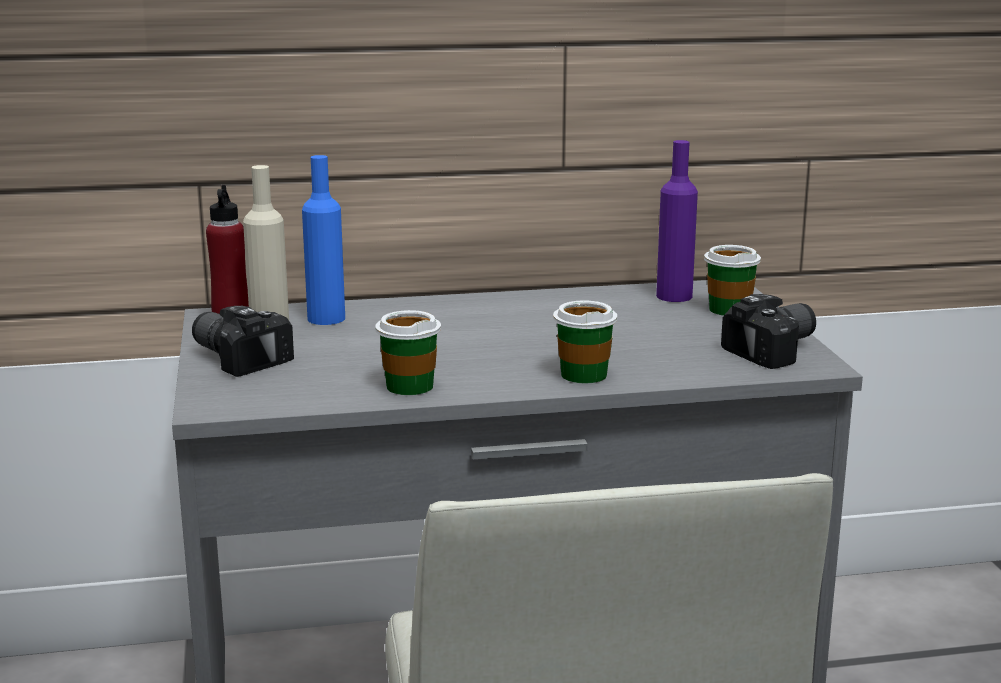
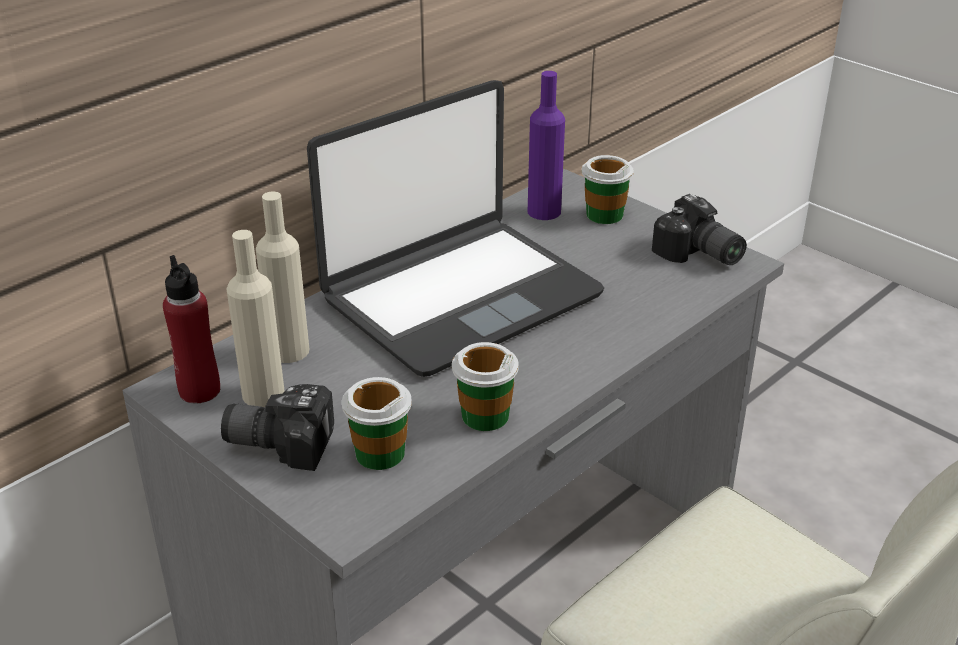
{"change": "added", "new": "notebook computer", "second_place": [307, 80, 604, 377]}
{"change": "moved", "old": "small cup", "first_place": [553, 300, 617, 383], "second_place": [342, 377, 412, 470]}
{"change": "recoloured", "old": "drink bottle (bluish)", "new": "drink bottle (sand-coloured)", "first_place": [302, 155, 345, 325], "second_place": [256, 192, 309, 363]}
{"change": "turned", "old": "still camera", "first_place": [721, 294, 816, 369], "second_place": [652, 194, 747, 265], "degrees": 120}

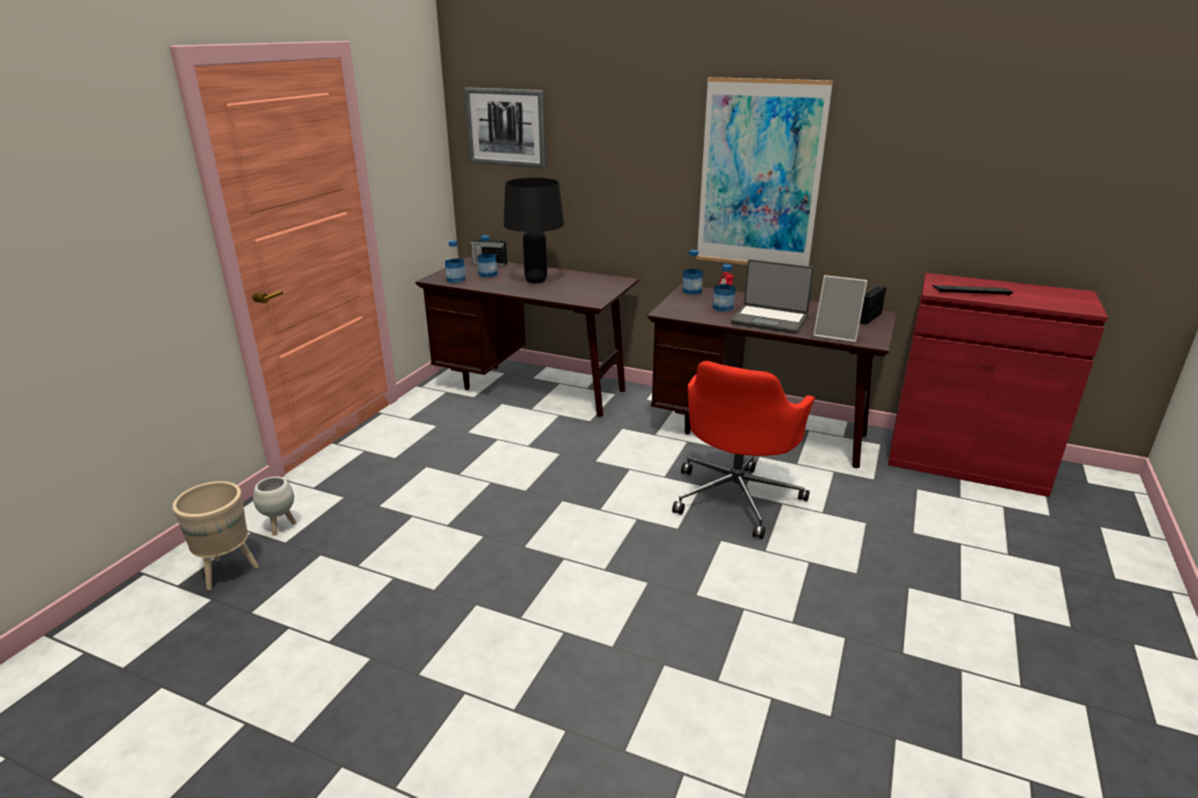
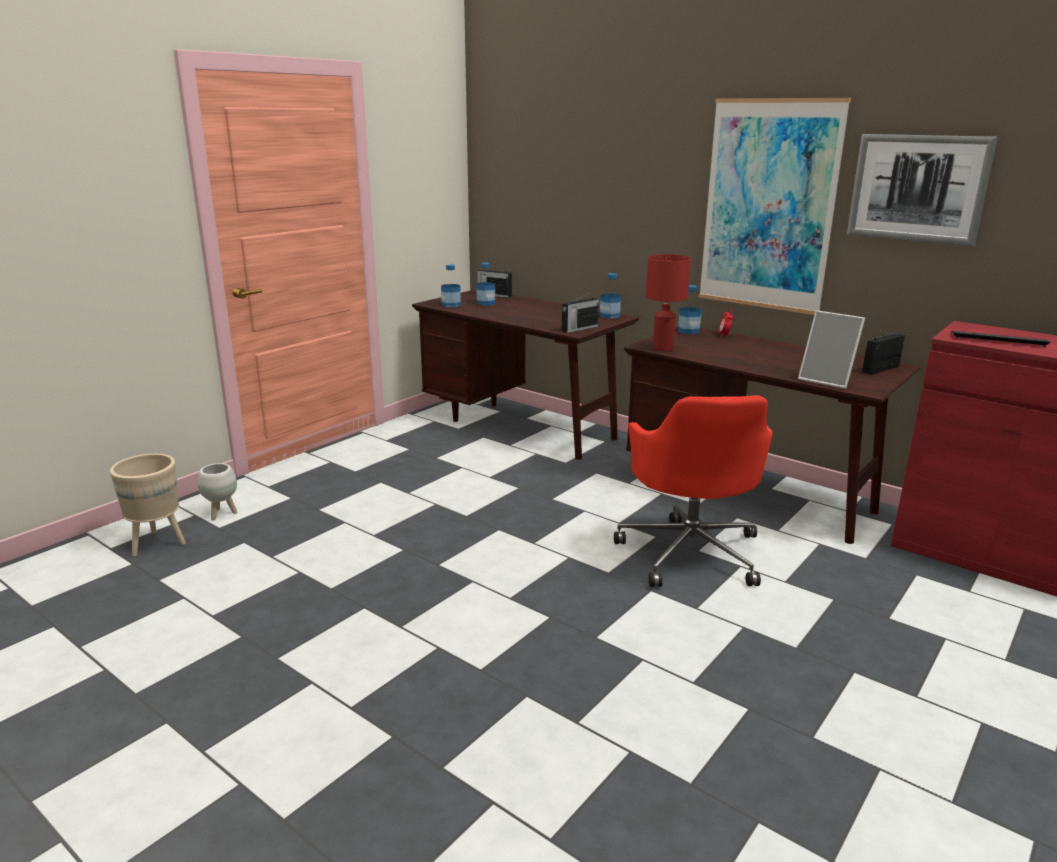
{"change": "removed", "old": "tabletop lamp (black)", "first_place": [504, 177, 564, 283]}
{"change": "removed", "old": "notebook computer", "first_place": [731, 259, 814, 334]}
{"change": "added", "new": "radio", "second_place": [562, 292, 599, 333]}
{"change": "added", "new": "tabletop lamp (red)", "second_place": [646, 254, 691, 352]}
{"change": "moved", "old": "wall picture", "first_place": [464, 87, 546, 168], "second_place": [847, 134, 998, 247]}
{"change": "moved", "old": "drink bottle", "first_place": [713, 264, 736, 311], "second_place": [600, 273, 621, 319]}
{"change": "turned", "old": "computer chair (red)", "first_place": [672, 361, 815, 539], "second_place": [614, 395, 772, 587], "degrees": -45}

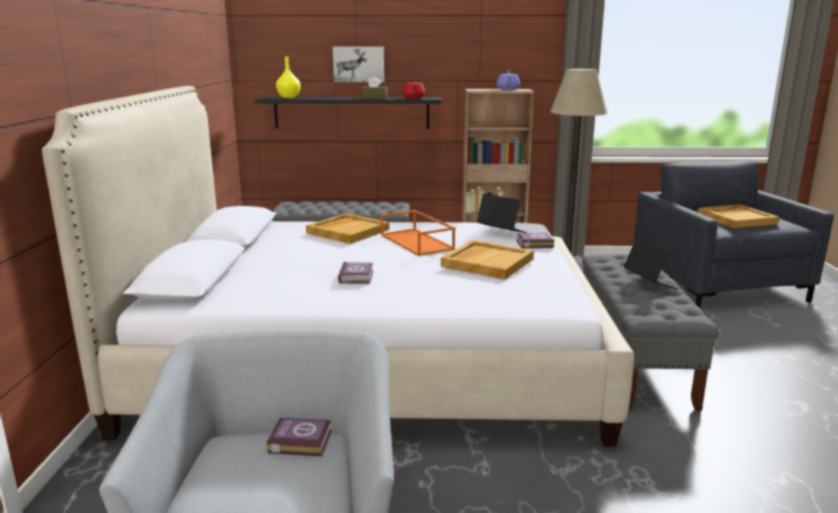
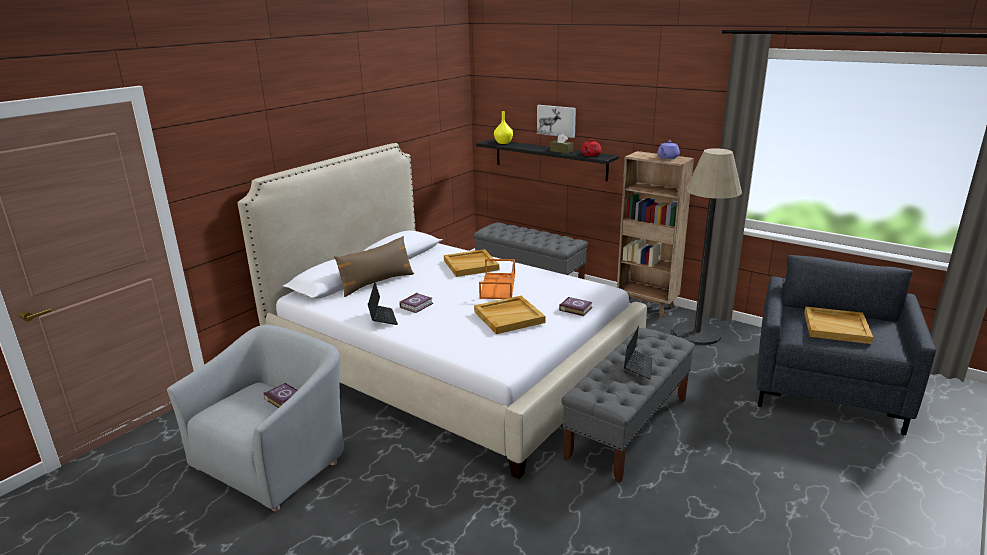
{"change": "added", "new": "pillow (brown)", "second_place": [334, 236, 414, 297]}
{"change": "moved", "old": "notebook computer", "first_place": [477, 194, 527, 233], "second_place": [368, 282, 398, 325]}

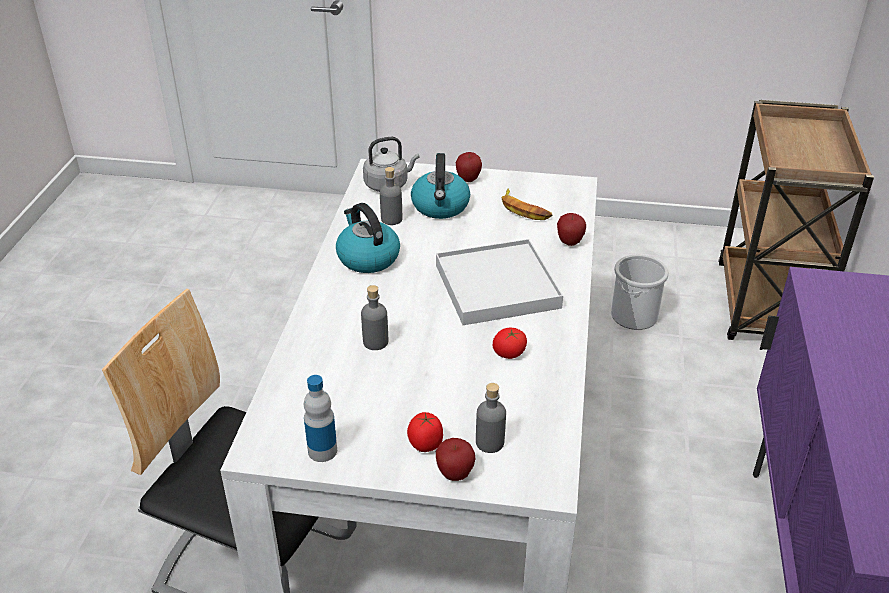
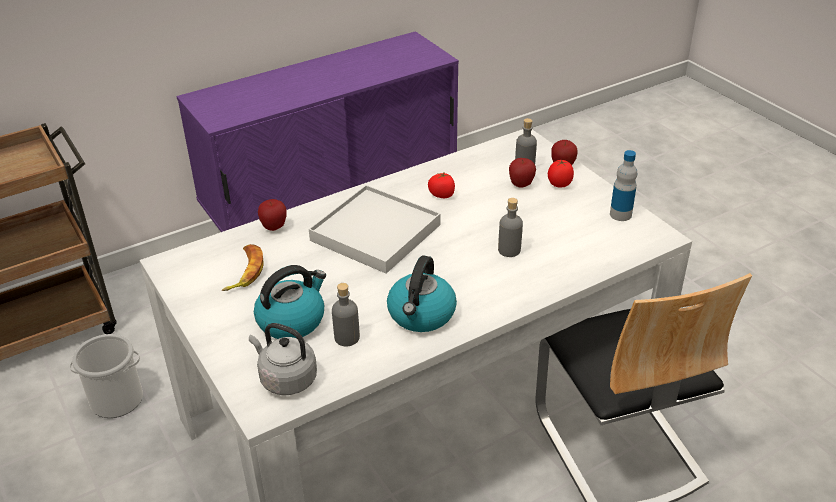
{"change": "moved", "old": "apple", "first_place": [456, 152, 482, 182], "second_place": [509, 158, 536, 188]}

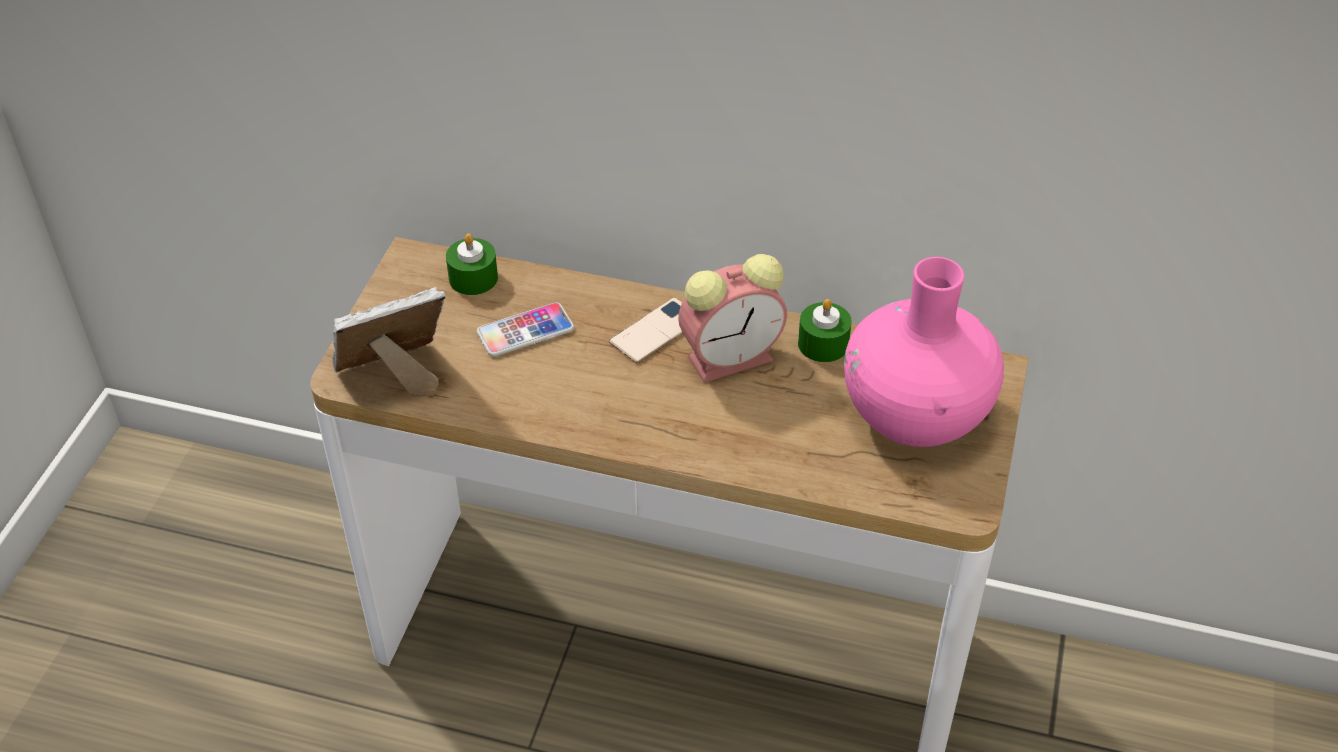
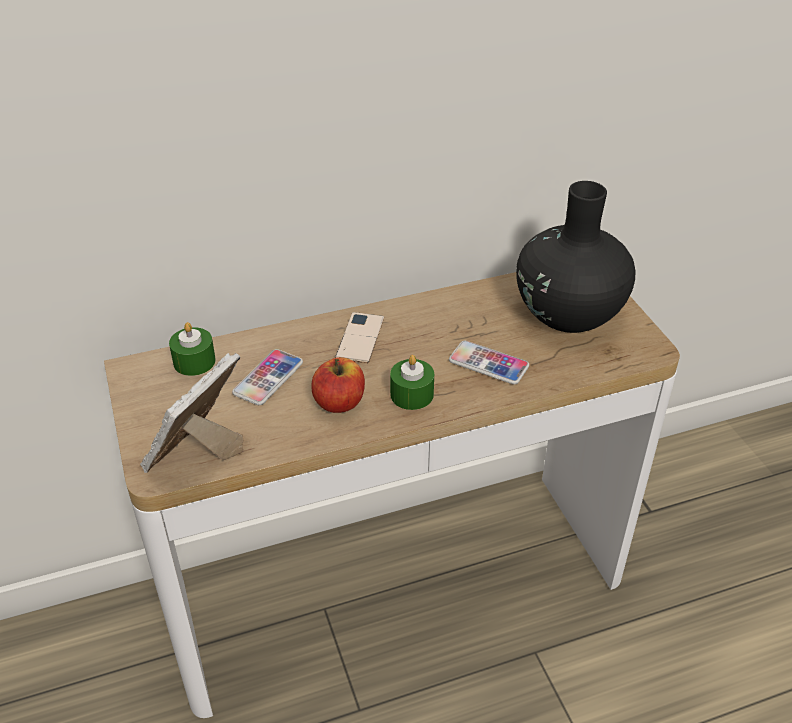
{"change": "removed", "old": "alarm clock", "first_place": [678, 254, 787, 383]}
{"change": "added", "new": "apple", "second_place": [311, 357, 365, 413]}
{"change": "added", "new": "telephone", "second_place": [449, 341, 529, 385]}
{"change": "moved", "old": "wax candle (green-coloured)", "first_place": [798, 299, 852, 362], "second_place": [390, 355, 434, 410]}
{"change": "recoloured", "old": "flower vase (pink)", "new": "flower vase (black)", "first_place": [844, 257, 1004, 447], "second_place": [516, 181, 635, 333]}

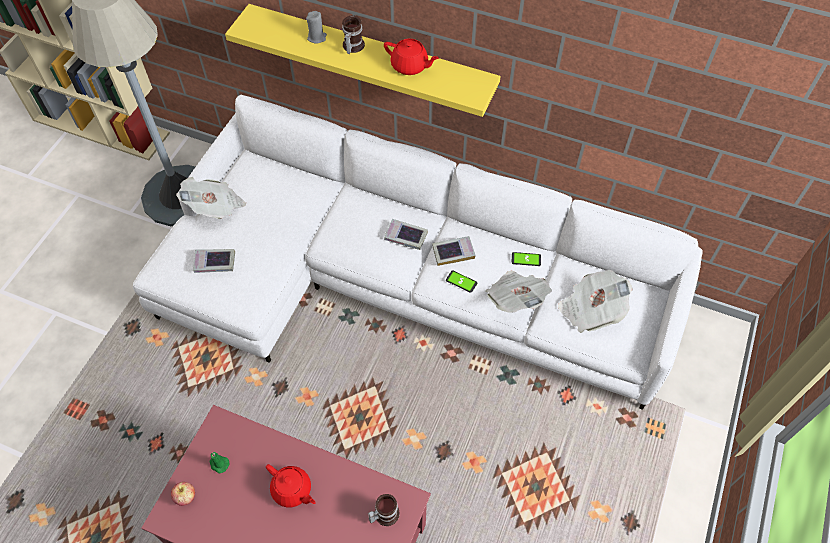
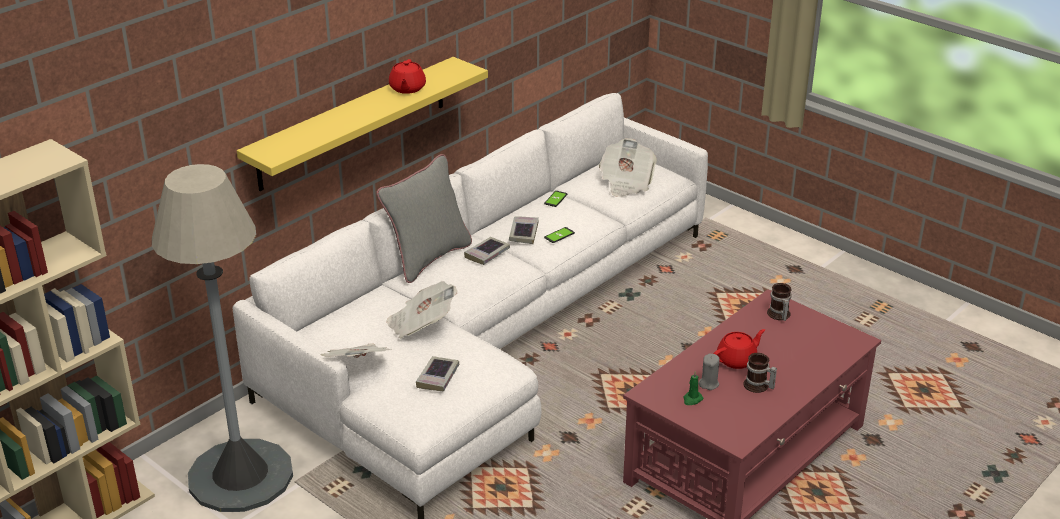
{"change": "removed", "old": "apple", "first_place": [171, 482, 195, 506]}
{"change": "added", "new": "pillow (grey)", "second_place": [376, 154, 472, 283]}
{"change": "moved", "old": "wax candle (grey)", "first_place": [306, 11, 327, 44], "second_place": [699, 353, 720, 390]}
{"change": "moved", "old": "coffee mug", "first_place": [342, 16, 365, 54], "second_place": [743, 353, 777, 393]}
{"change": "moved", "old": "newspaper", "first_place": [485, 271, 552, 313], "second_place": [386, 281, 457, 339]}
{"change": "turned", "old": "tea pot (red)", "first_place": [384, 39, 439, 75], "second_place": [389, 59, 426, 94], "degrees": 135}

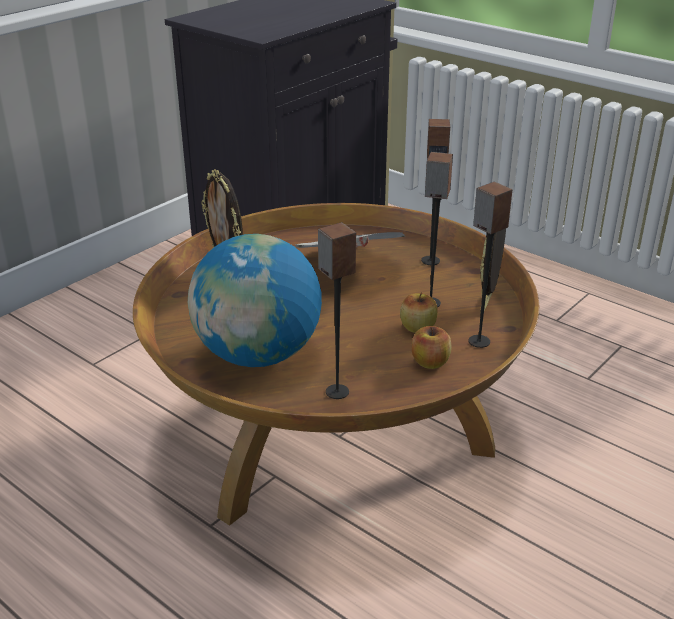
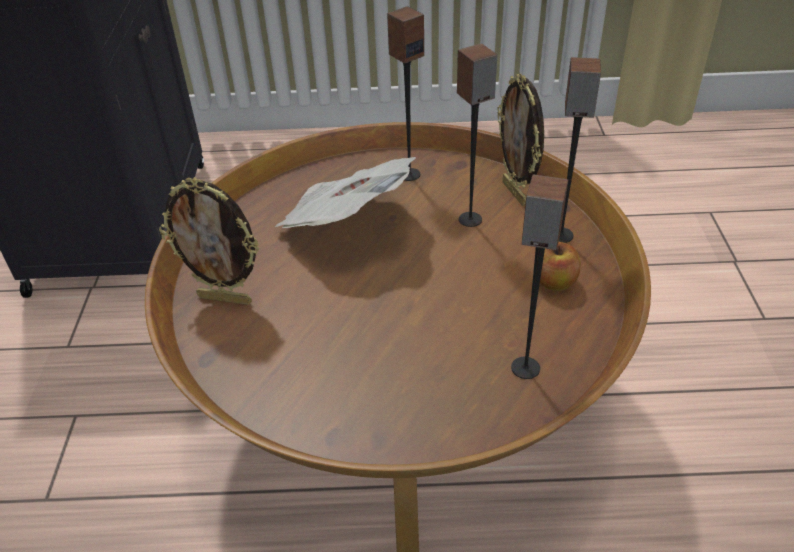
{"change": "removed", "old": "globe", "first_place": [188, 234, 322, 367]}
{"change": "removed", "old": "apple", "first_place": [400, 293, 438, 333]}

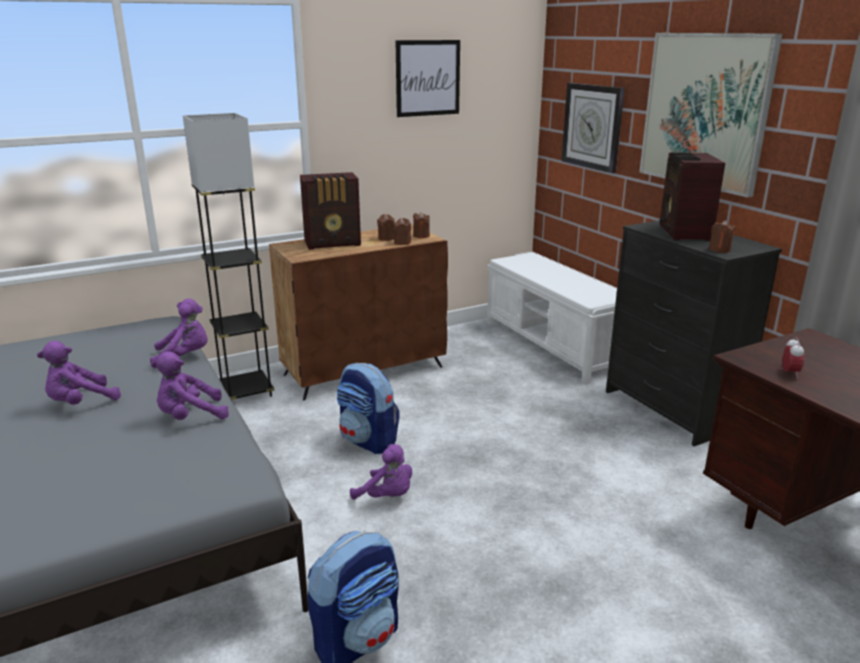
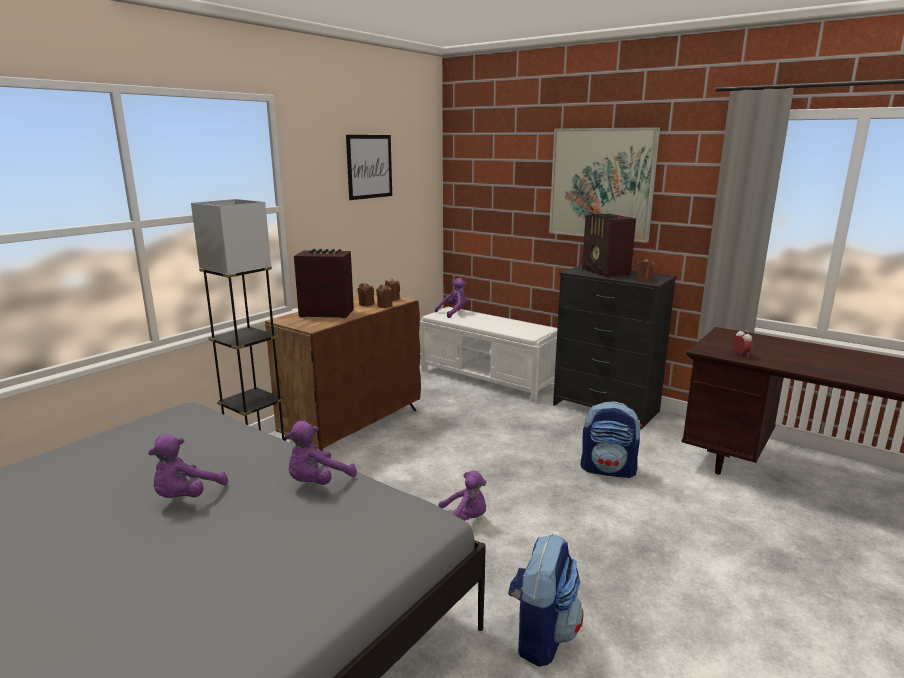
{"change": "removed", "old": "hanging clock", "first_place": [562, 83, 625, 173]}
{"change": "moved", "old": "plush toy (purplish)", "first_place": [150, 298, 208, 368], "second_place": [435, 278, 467, 318]}
{"change": "moved", "old": "knapsack", "first_place": [337, 363, 399, 454], "second_place": [581, 401, 642, 478]}
{"change": "turned", "old": "radio", "first_place": [300, 172, 361, 250], "second_place": [294, 249, 354, 318], "degrees": -135}

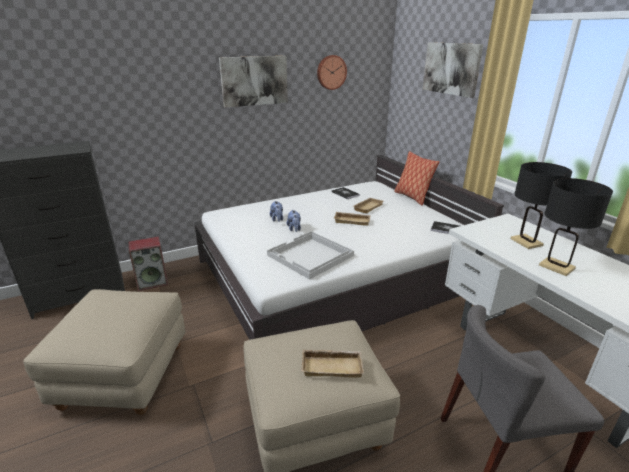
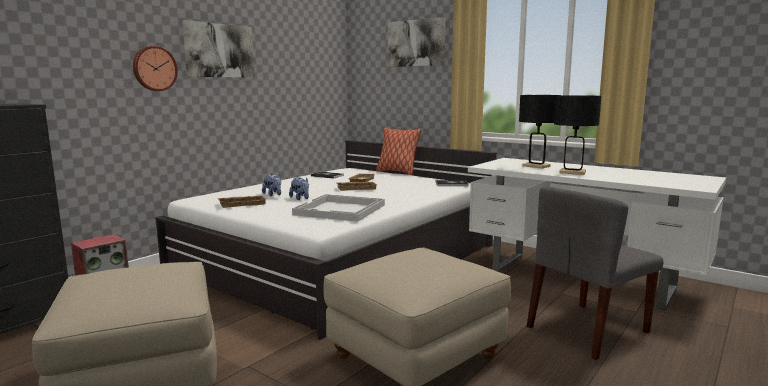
{"change": "moved", "old": "tray (sand-coloured)", "first_place": [301, 350, 364, 378], "second_place": [218, 195, 266, 208]}
{"change": "moved", "old": "hanging clock", "first_place": [317, 55, 347, 90], "second_place": [133, 46, 178, 91]}

